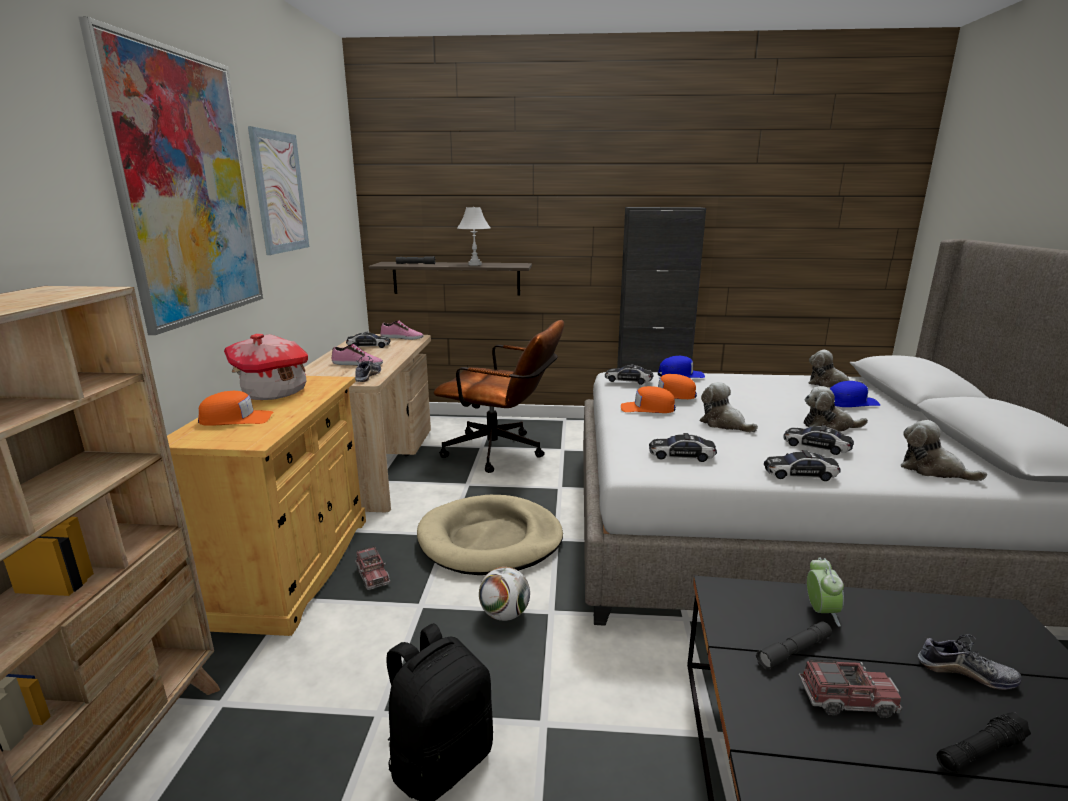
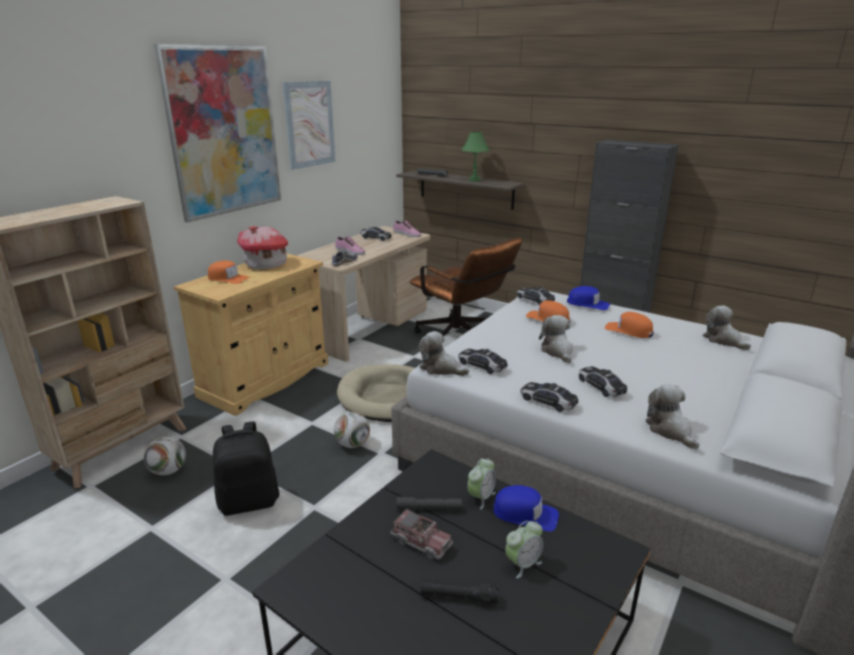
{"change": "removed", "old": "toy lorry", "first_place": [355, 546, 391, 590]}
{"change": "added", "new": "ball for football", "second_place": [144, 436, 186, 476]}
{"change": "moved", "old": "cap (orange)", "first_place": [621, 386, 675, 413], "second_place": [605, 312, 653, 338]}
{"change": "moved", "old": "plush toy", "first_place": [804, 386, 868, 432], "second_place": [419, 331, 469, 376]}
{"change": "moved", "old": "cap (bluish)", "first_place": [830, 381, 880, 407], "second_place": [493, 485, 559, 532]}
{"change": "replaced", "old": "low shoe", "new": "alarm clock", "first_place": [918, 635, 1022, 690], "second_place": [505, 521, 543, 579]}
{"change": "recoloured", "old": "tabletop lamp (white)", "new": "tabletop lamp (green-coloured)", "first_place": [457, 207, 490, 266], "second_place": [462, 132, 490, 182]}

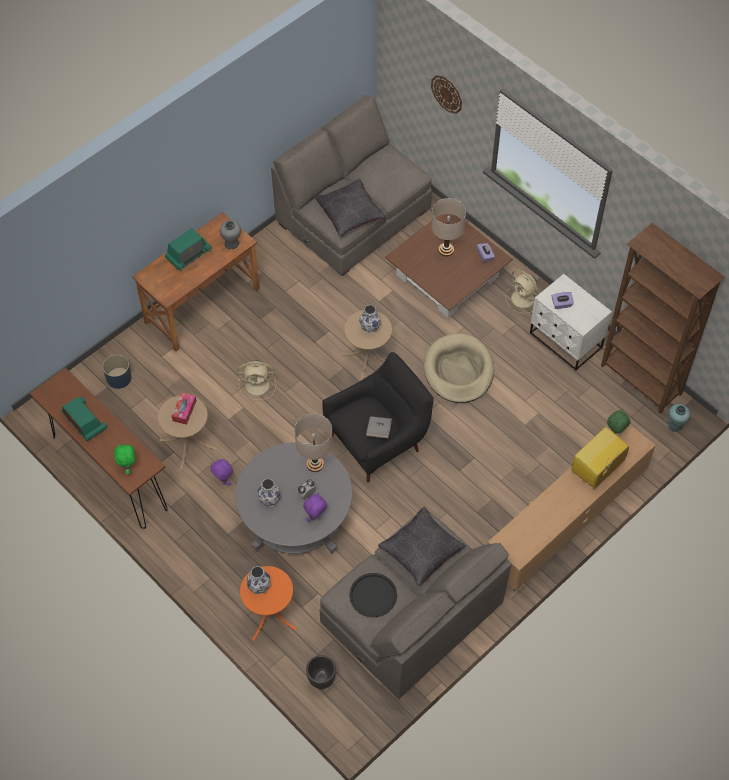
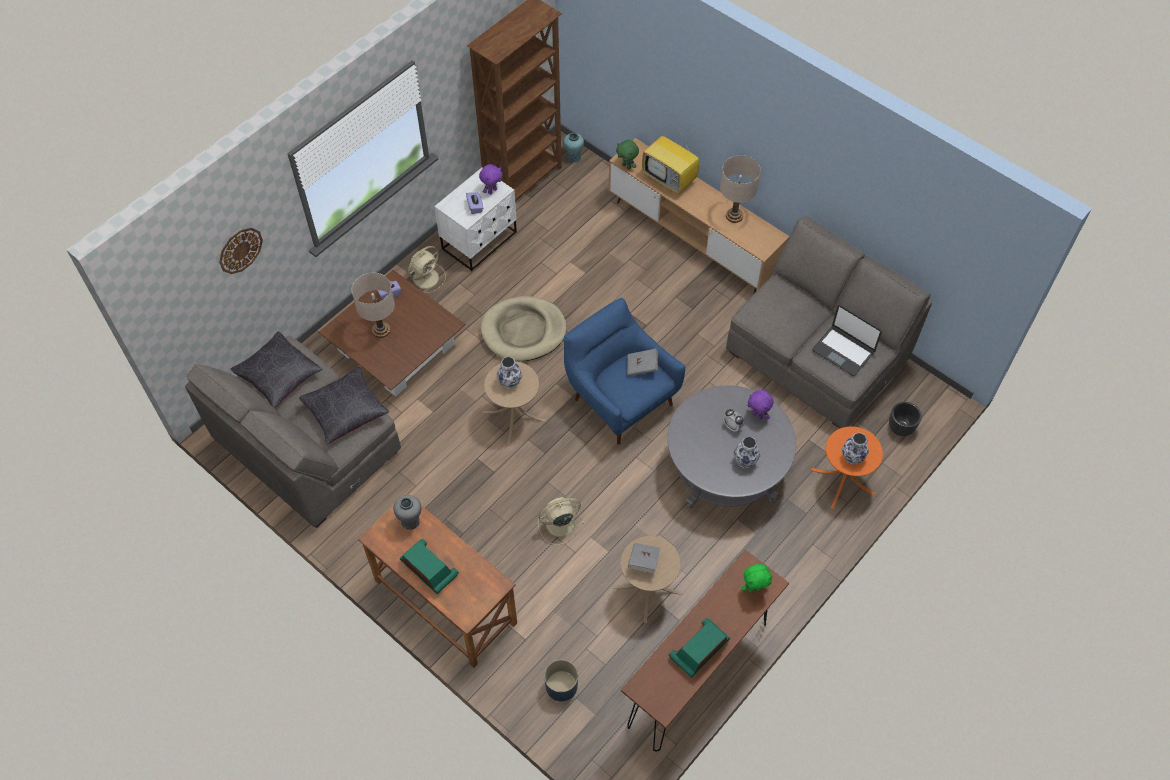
{"change": "moved", "old": "plush toy (purplish)", "first_place": [211, 459, 233, 485], "second_place": [479, 164, 502, 194]}
{"change": "moved", "old": "tabletop lamp (sand-coloured)", "first_place": [294, 414, 333, 472], "second_place": [720, 155, 761, 223]}
{"change": "moved", "old": "pillow (black)", "first_place": [378, 507, 466, 586], "second_place": [231, 331, 323, 408]}
{"change": "replaced", "old": "tissue holder", "new": "volume (grey)", "first_place": [172, 392, 196, 425], "second_place": [628, 543, 660, 573]}
{"change": "replaced", "old": "tray (black)", "new": "notebook computer", "first_place": [349, 573, 397, 617], "second_place": [812, 304, 882, 376]}
{"change": "recoloured", "old": "easy chair (black)", "new": "easy chair (bluish)", "first_place": [322, 352, 434, 483], "second_place": [564, 298, 685, 445]}
{"change": "turned", "old": "cooling fan (sand-coloured)", "first_place": [237, 360, 276, 400], "second_place": [538, 497, 584, 545], "degrees": -105}

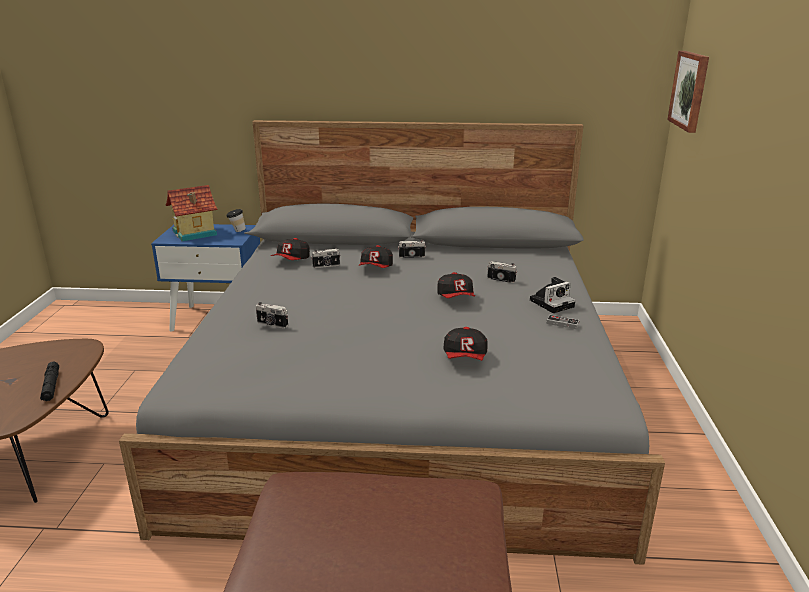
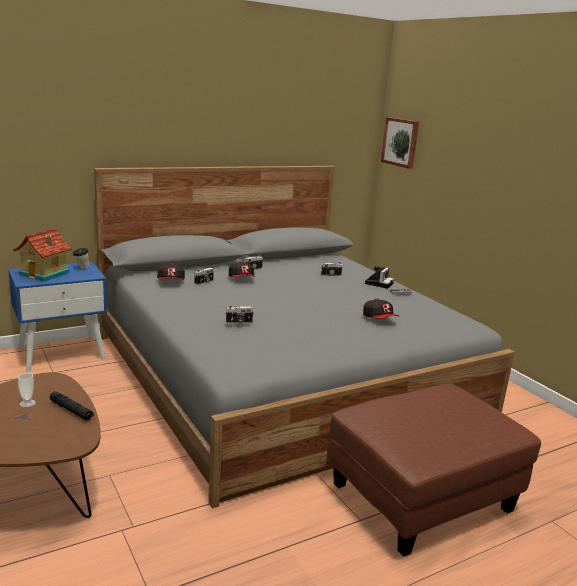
{"change": "removed", "old": "cap", "first_place": [437, 272, 475, 298]}
{"change": "added", "new": "small cup", "second_place": [18, 373, 36, 407]}

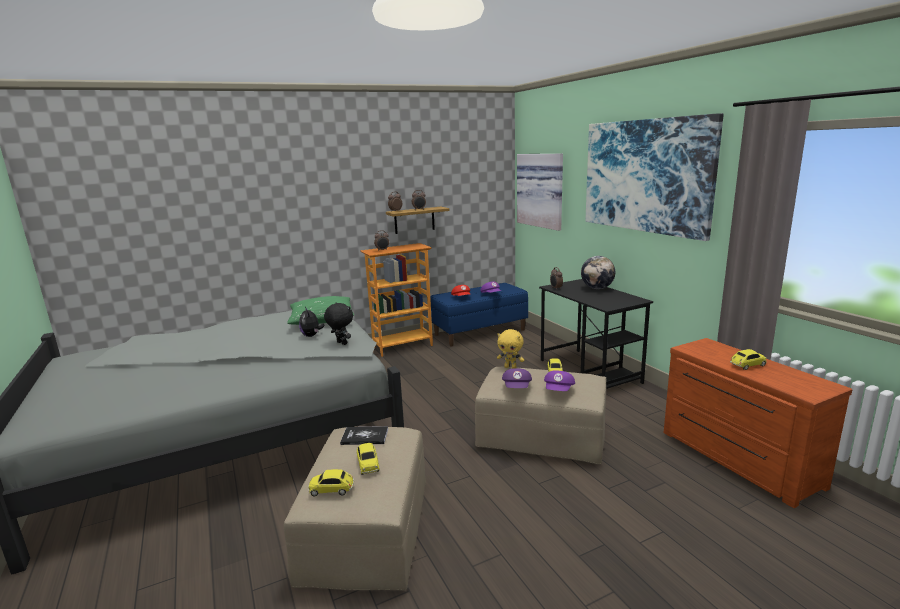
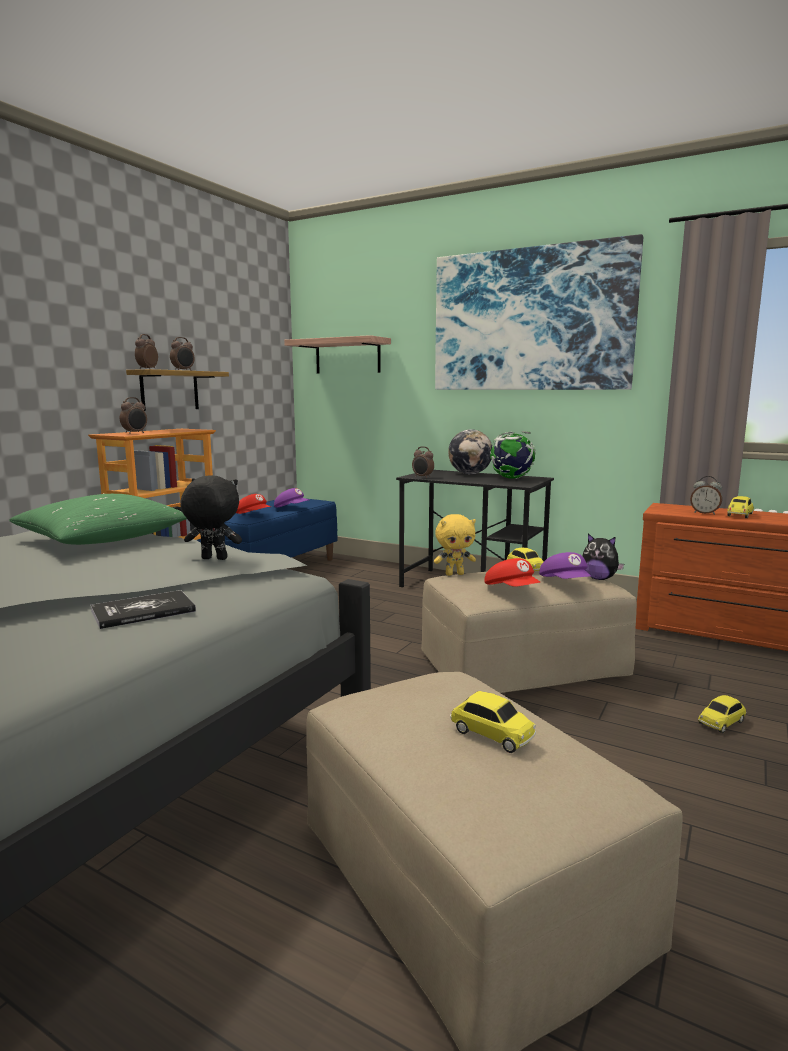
{"change": "added", "new": "globe", "second_place": [490, 431, 536, 479]}
{"change": "added", "new": "alarm clock", "second_place": [690, 476, 722, 515]}
{"change": "moved", "old": "plush toy", "first_place": [299, 307, 324, 337], "second_place": [583, 534, 624, 580]}
{"change": "moved", "old": "toy car", "first_place": [308, 469, 354, 497], "second_place": [698, 695, 746, 733]}
{"change": "moved", "old": "volume", "first_place": [340, 426, 388, 445], "second_place": [91, 590, 196, 629]}
{"change": "replaced", "old": "wall picture", "new": "shelf", "first_place": [517, 154, 563, 231], "second_place": [284, 335, 391, 374]}
{"change": "recoloured", "old": "cap (purplish)", "new": "cap (red)", "first_place": [502, 368, 532, 388], "second_place": [484, 558, 540, 587]}

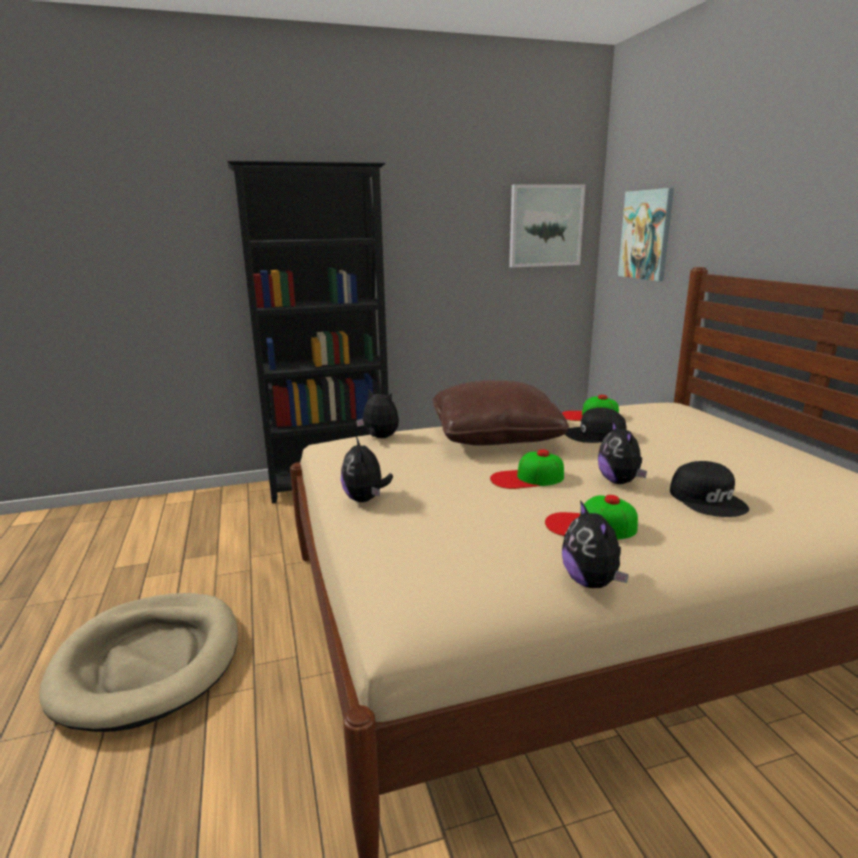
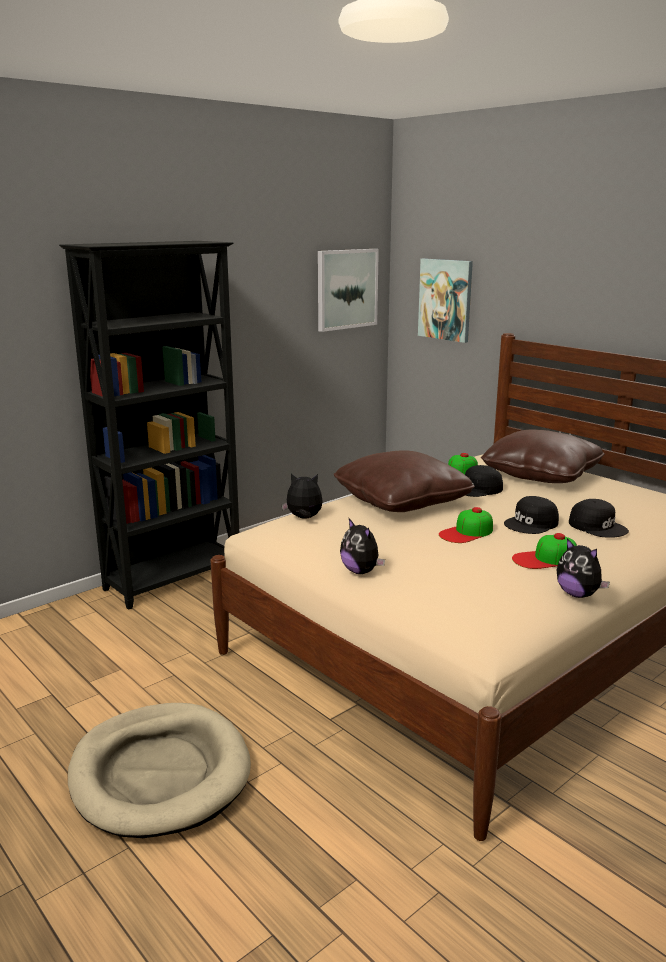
{"change": "added", "new": "pillow (brown)", "second_place": [481, 429, 605, 483]}
{"change": "replaced", "old": "plush toy", "new": "cap (black)", "first_place": [598, 420, 647, 484], "second_place": [504, 496, 559, 534]}

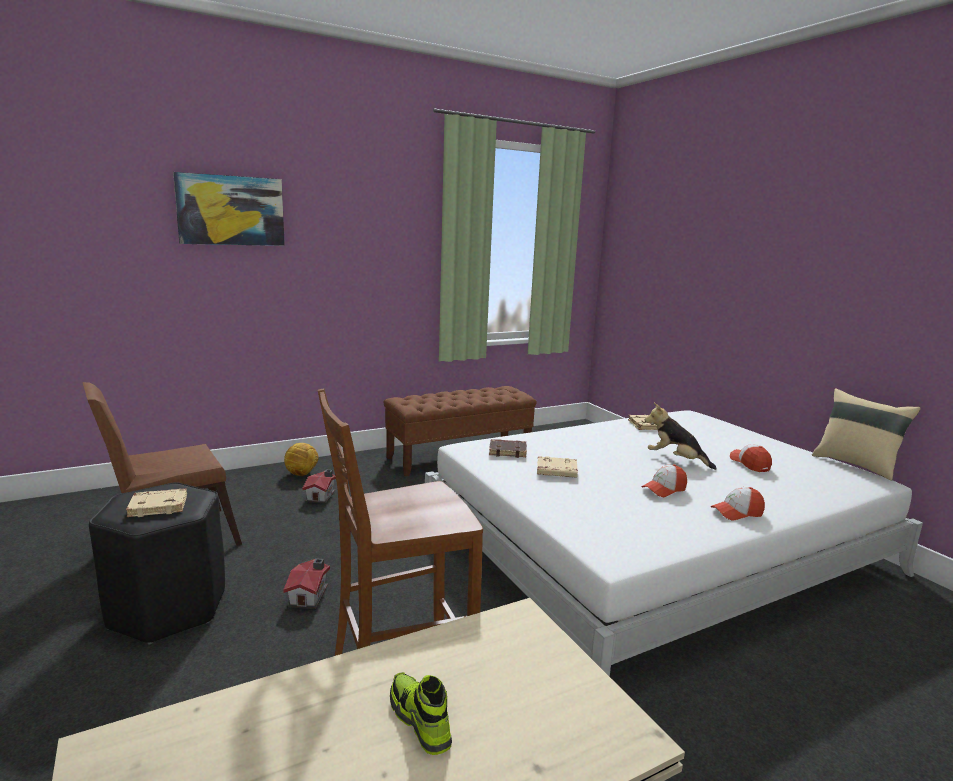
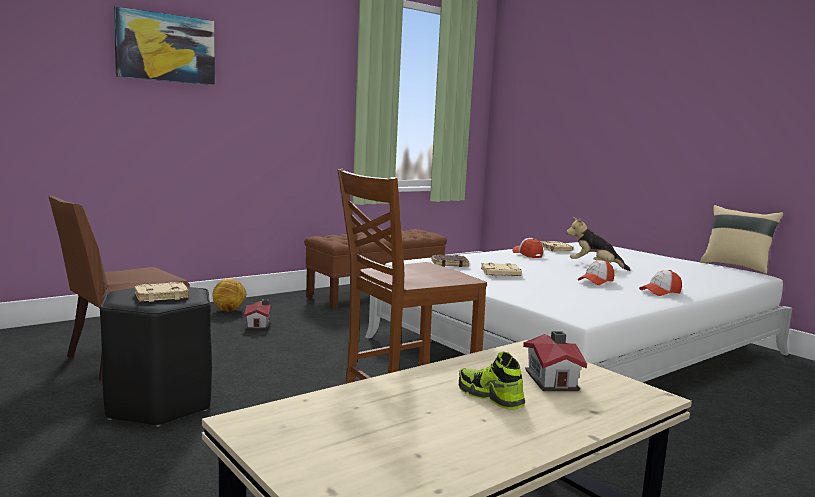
{"change": "moved", "old": "toy house", "first_place": [283, 558, 330, 609], "second_place": [523, 331, 587, 391]}
{"change": "moved", "old": "cap", "first_place": [730, 444, 772, 472], "second_place": [512, 238, 543, 258]}

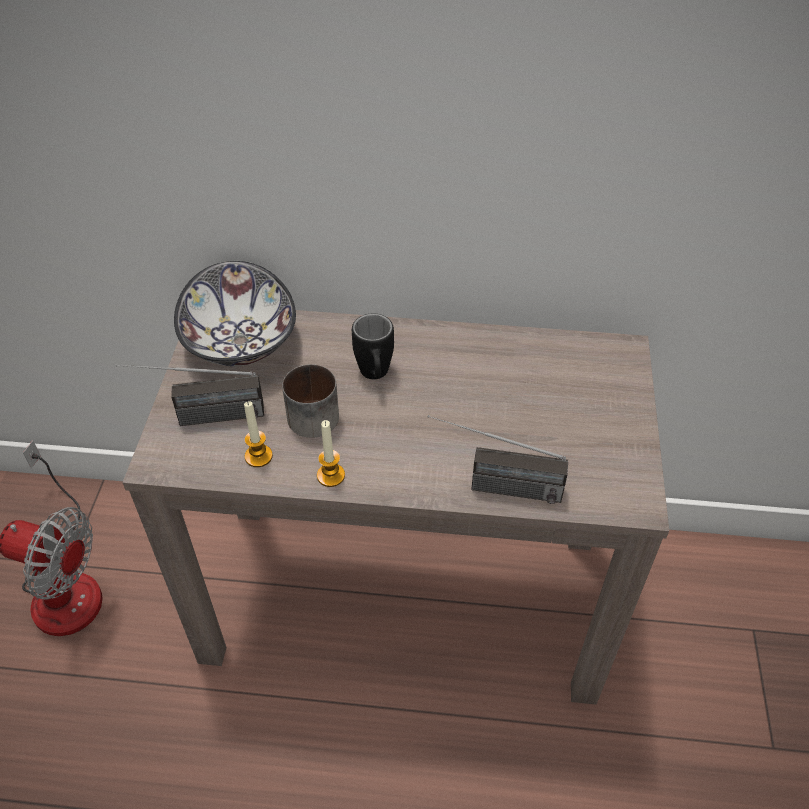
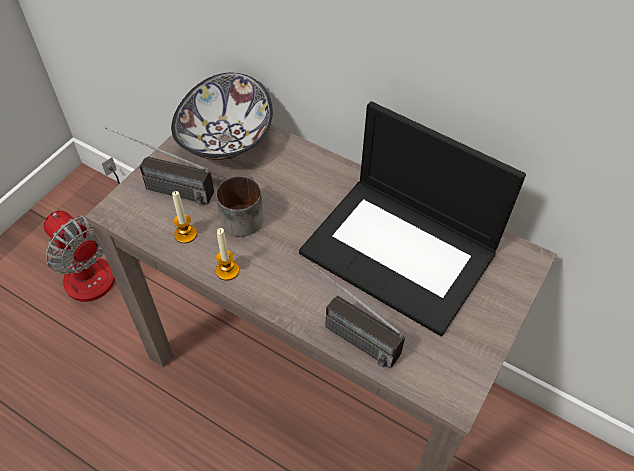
{"change": "removed", "old": "coffee mug (black)", "first_place": [352, 313, 394, 379]}
{"change": "added", "new": "notebook computer", "second_place": [299, 101, 526, 336]}

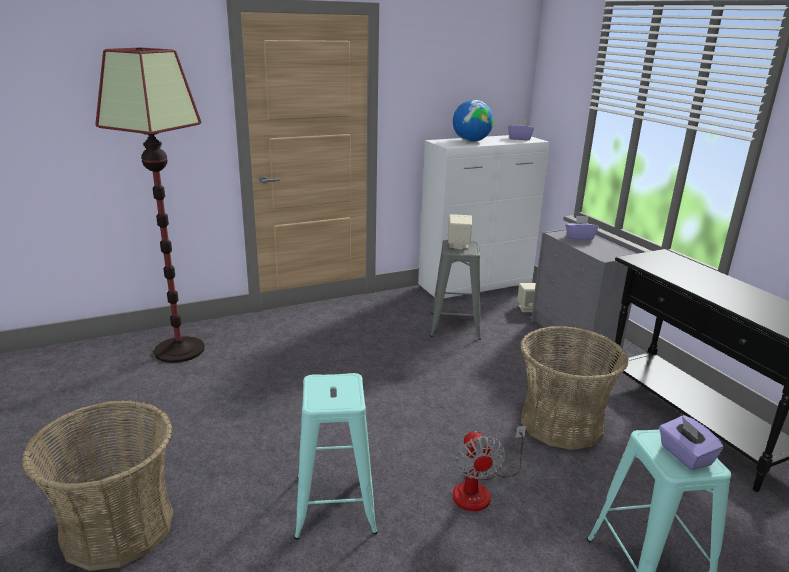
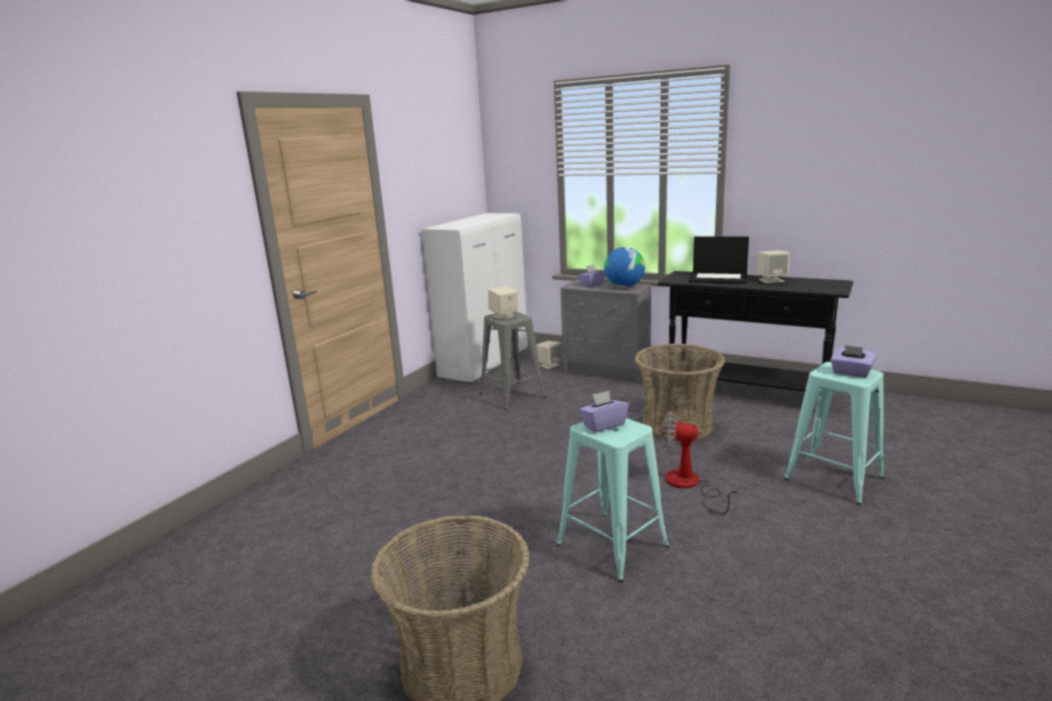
{"change": "removed", "old": "standard lamp", "first_place": [95, 47, 205, 363]}
{"change": "added", "new": "notebook computer", "second_place": [689, 237, 749, 284]}
{"change": "added", "new": "loudspeaker (sand-coloured)", "second_place": [757, 250, 790, 283]}
{"change": "moved", "old": "globe", "first_place": [453, 100, 494, 142], "second_place": [604, 247, 645, 288]}
{"change": "moved", "old": "tissue holder (purplish)", "first_place": [508, 119, 534, 140], "second_place": [579, 391, 629, 432]}
{"change": "turned", "old": "cooling fan", "first_place": [453, 426, 526, 511], "second_place": [662, 411, 738, 514], "degrees": 150}

